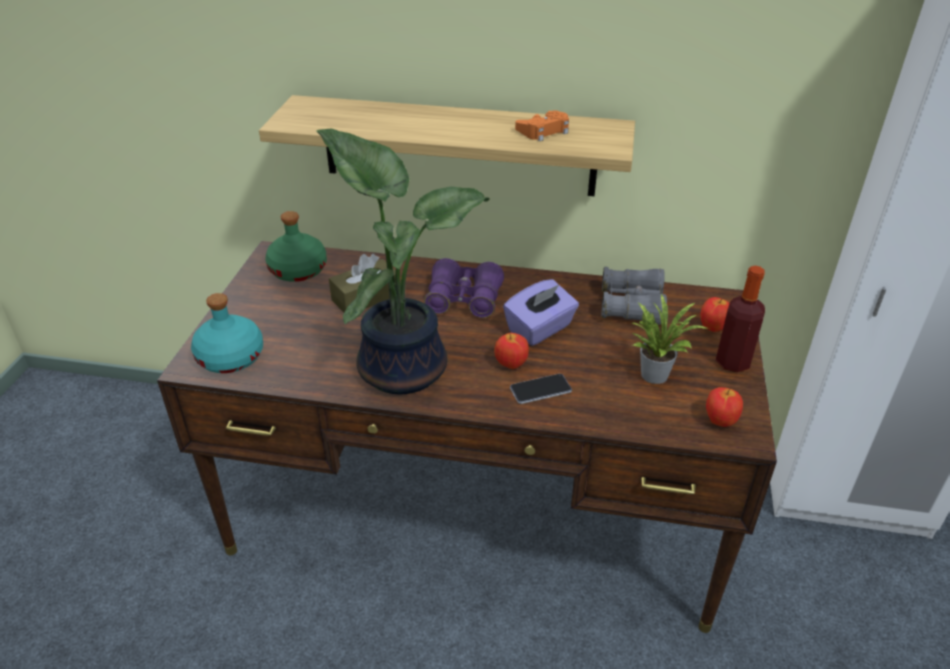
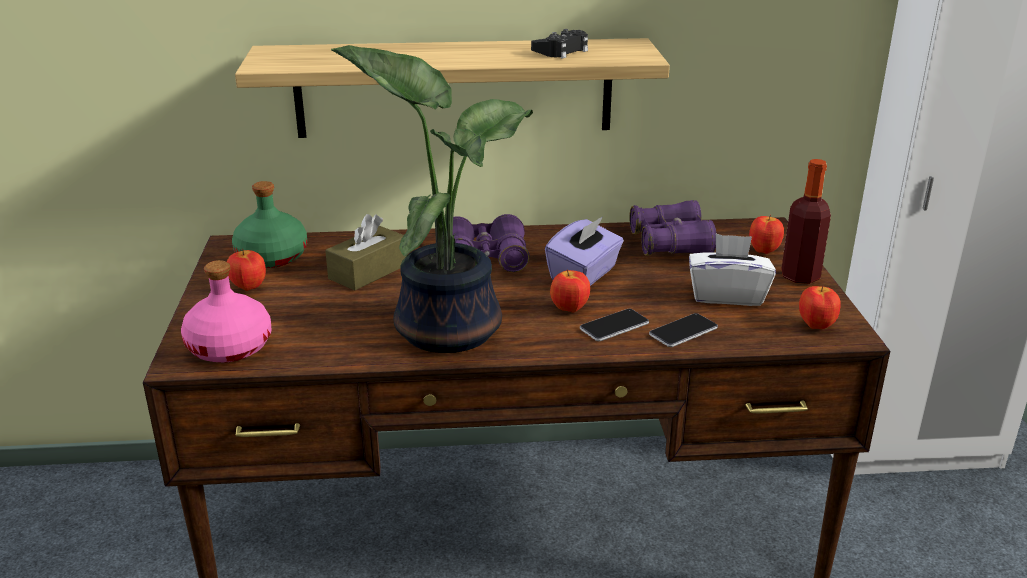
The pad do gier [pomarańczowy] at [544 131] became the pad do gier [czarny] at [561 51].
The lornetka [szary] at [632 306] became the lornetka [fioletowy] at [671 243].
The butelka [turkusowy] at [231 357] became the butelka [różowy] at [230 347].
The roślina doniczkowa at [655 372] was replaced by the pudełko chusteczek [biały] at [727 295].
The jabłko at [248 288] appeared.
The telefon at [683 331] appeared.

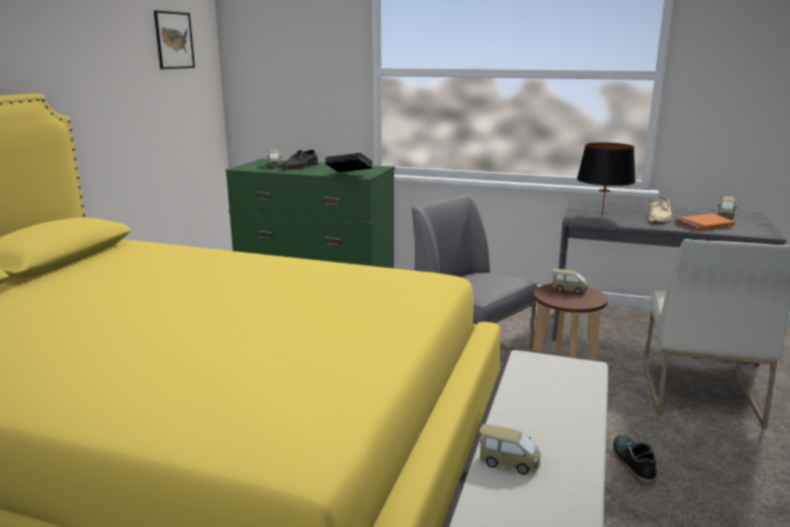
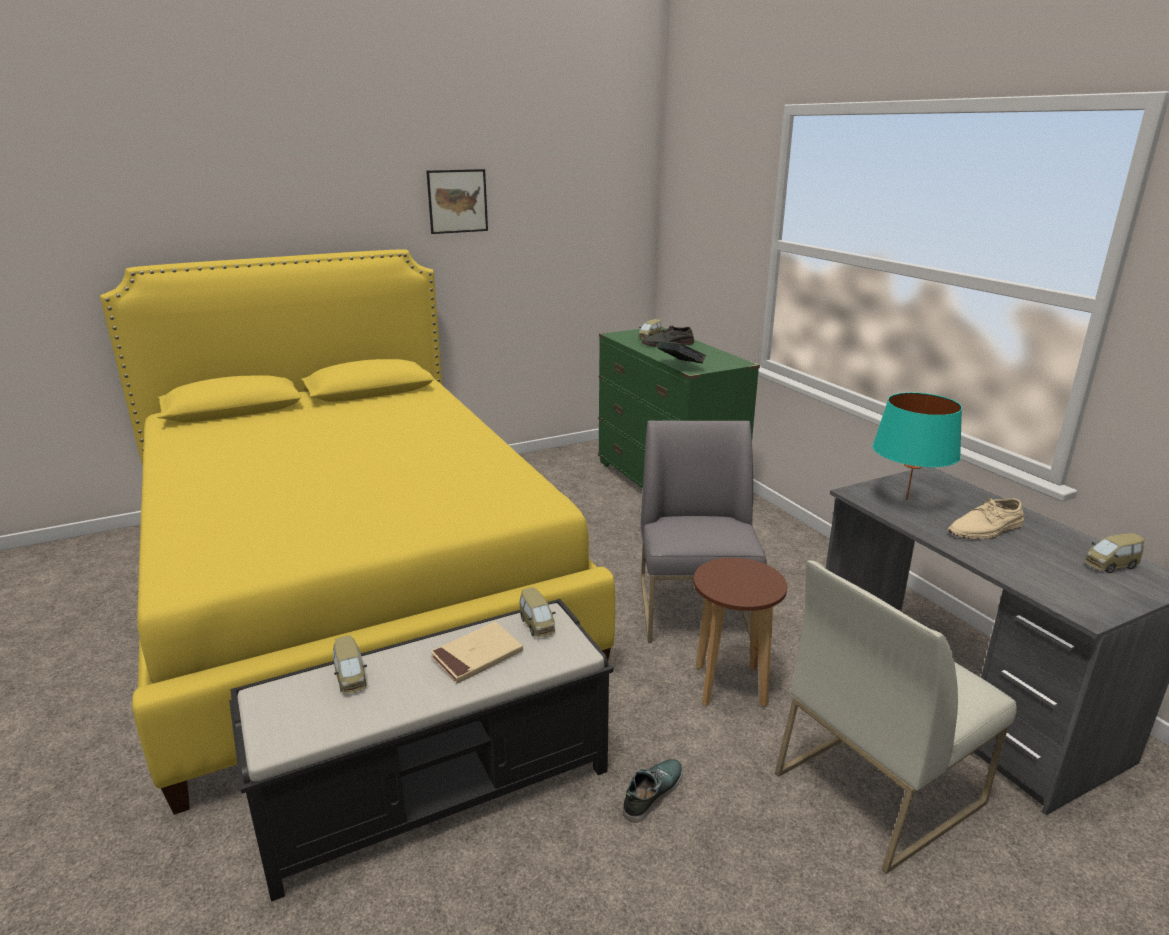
The obraz moved from [174 40] to [457 201].
The lampa stołowa [czarny] at [602 216] became the lampa stołowa [turkusowy] at [907 499].
The książka [pomarańczowy] at [703 225] disappeared.
The samochodzik moved from [569 290] to [537 625].
The książka [beżowy] at [477 656] appeared.

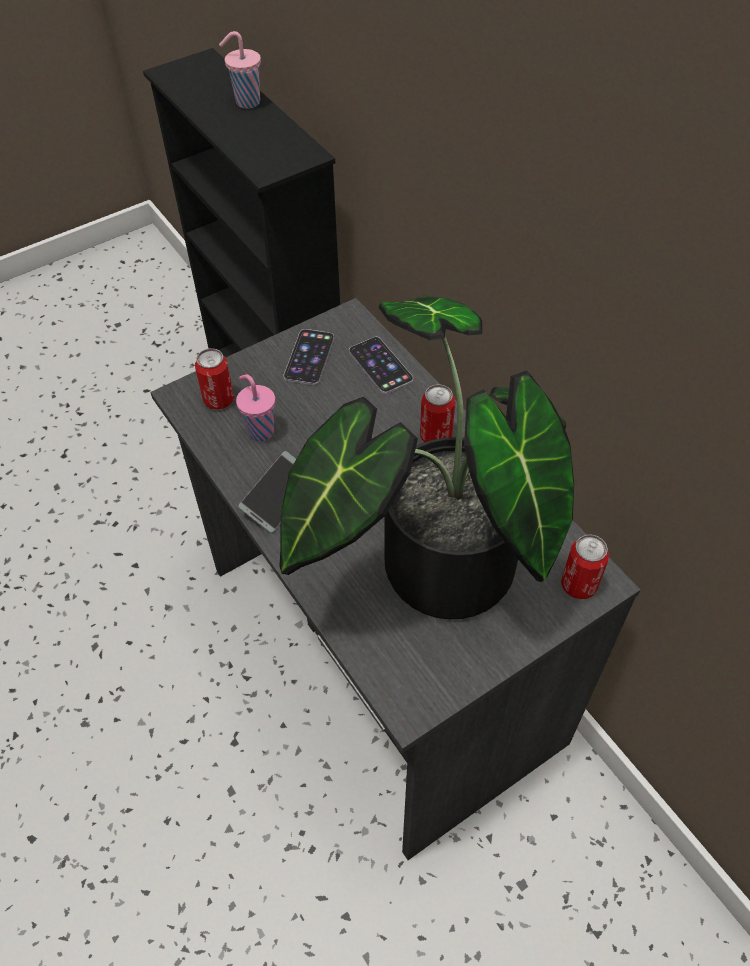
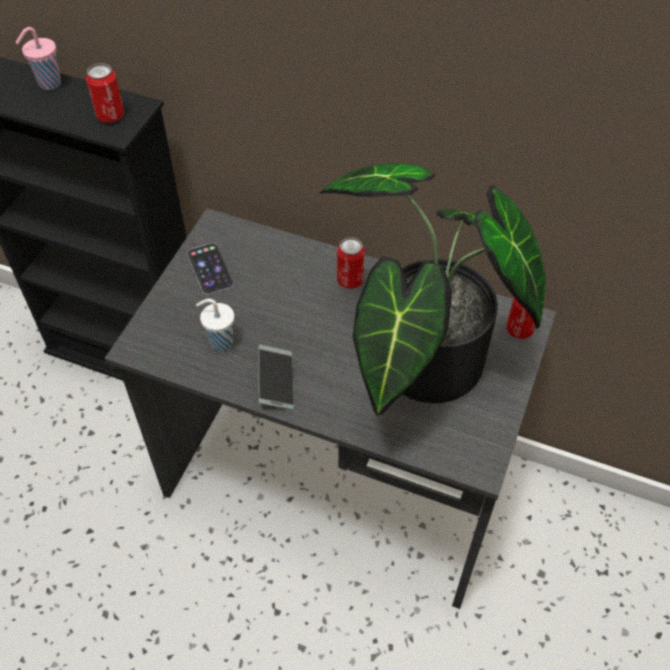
The telefon at [380 365] disappeared.
The puszka moved from [219 400] to [110 116].
The filiżanka [różowy] at [260 431] became the filiżanka [biały] at [220 342].

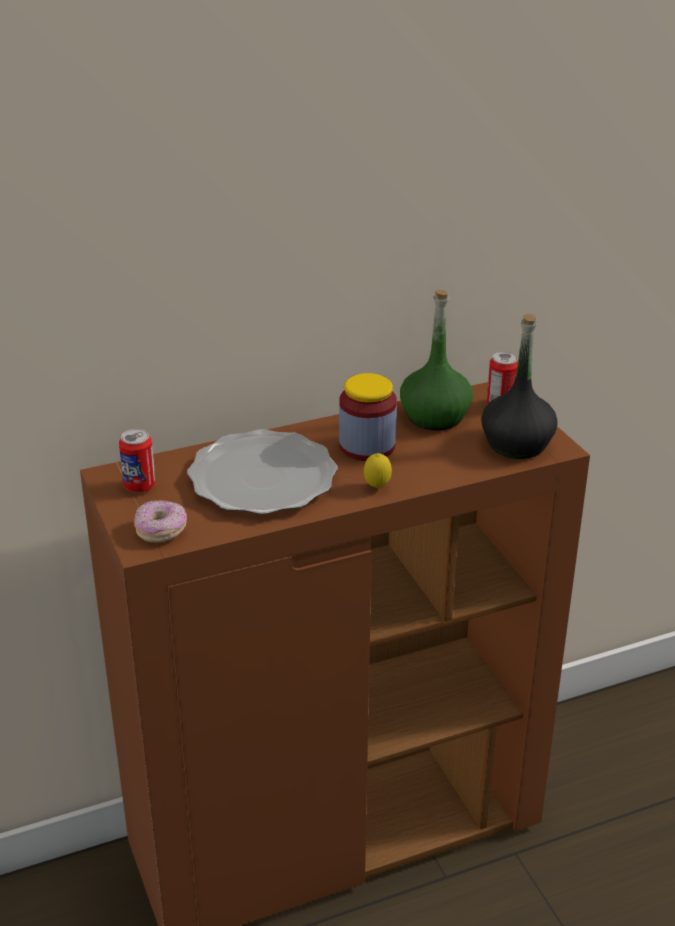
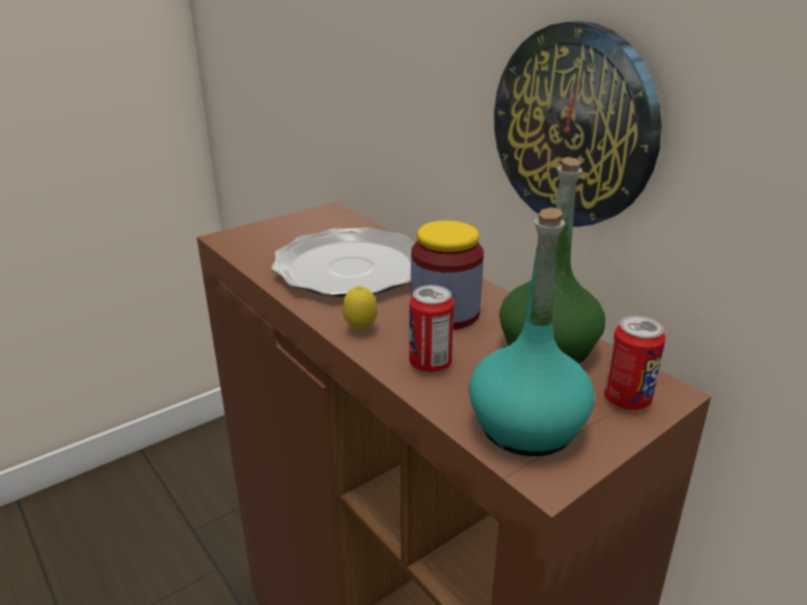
The butelka [czarny] at [517 444] became the butelka [turkusowy] at [526 428].
The puszka moved from [139 486] to [430 364].
The donut at [161 531] disappeared.
The zegar ścienny at [574 127] appeared.

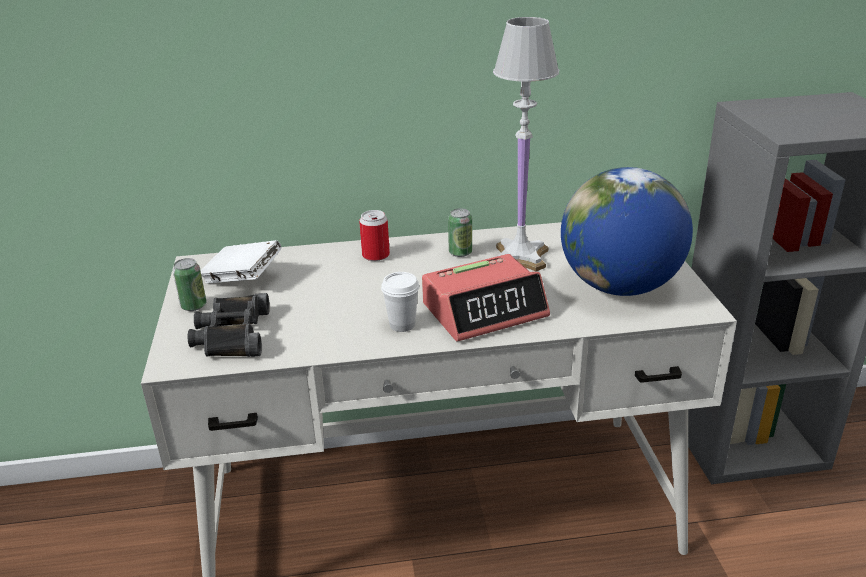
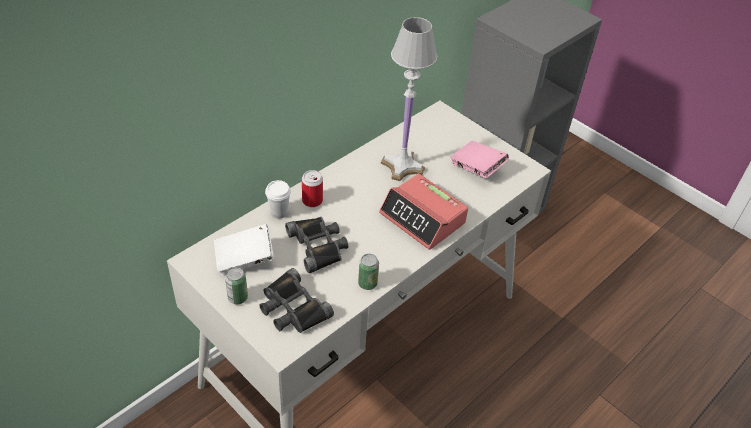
The globus at [620 286] was replaced by the książka [różowy] at [477 168].
The puszka moved from [460 252] to [367 283].
The budzik at [485 310] turned 105 degrees clockwise.
The filiżanka [biały] moved from [402 325] to [279 212].
The lornetka [czarny] at [318 246] appeared.

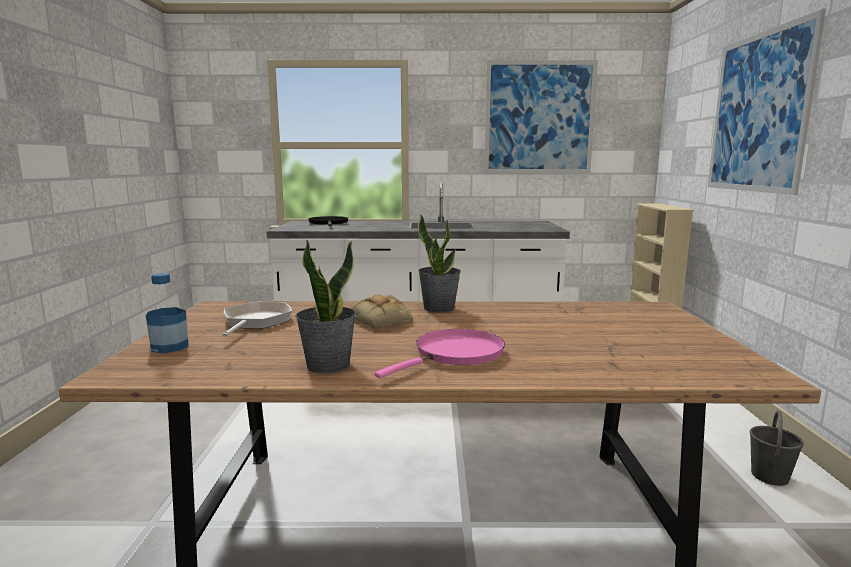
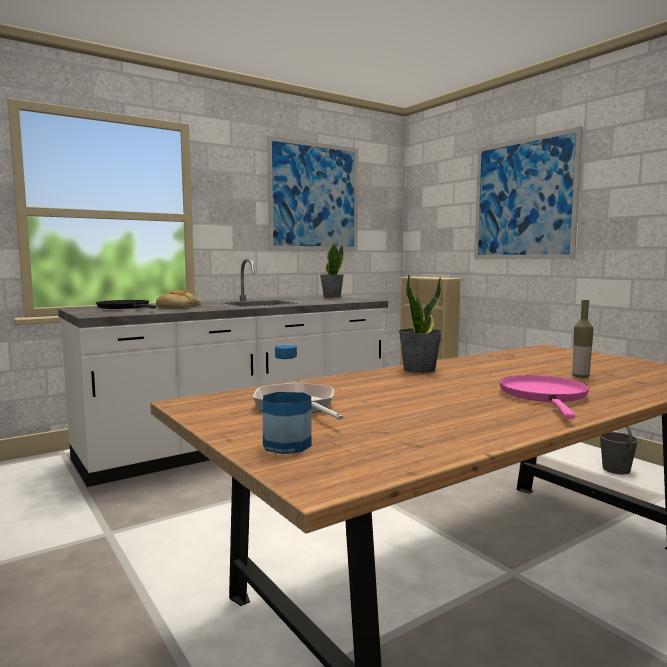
The roślina doniczkowa moved from [327 365] to [331 296].
The chleb moved from [382 320] to [180 306].
The butelka at [580 376] appeared.

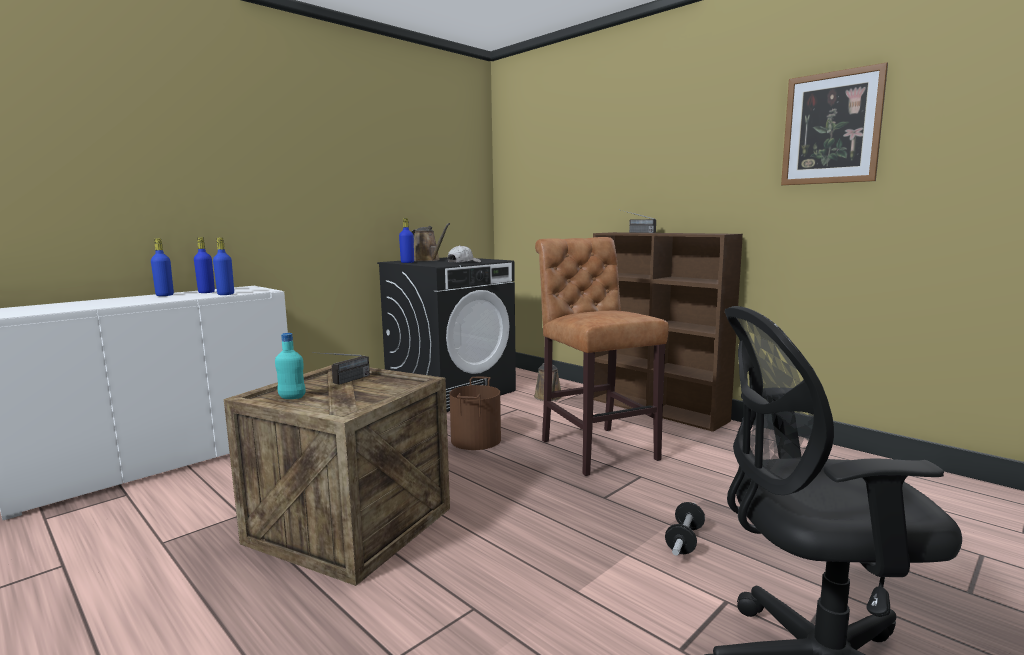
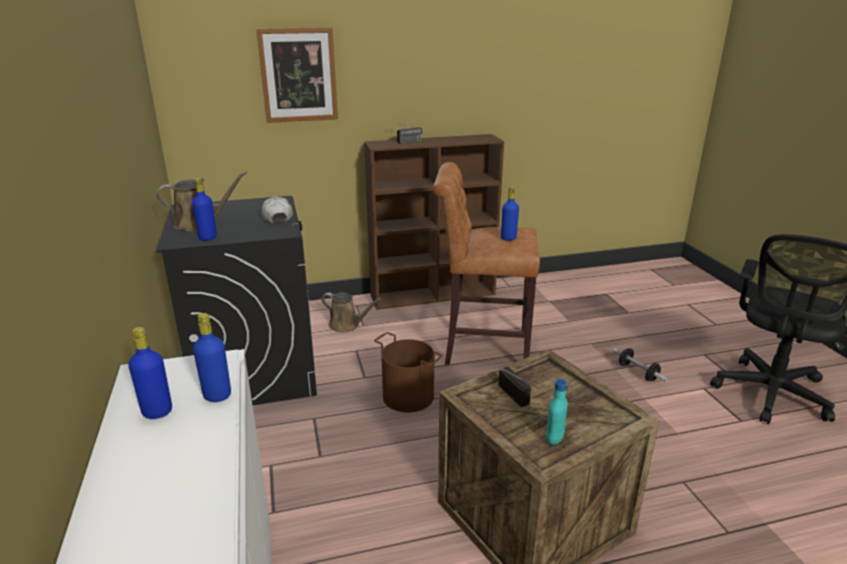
The obraz moved from [831 128] to [298 75].
The butelka [niebieski] moved from [164 295] to [508 238].

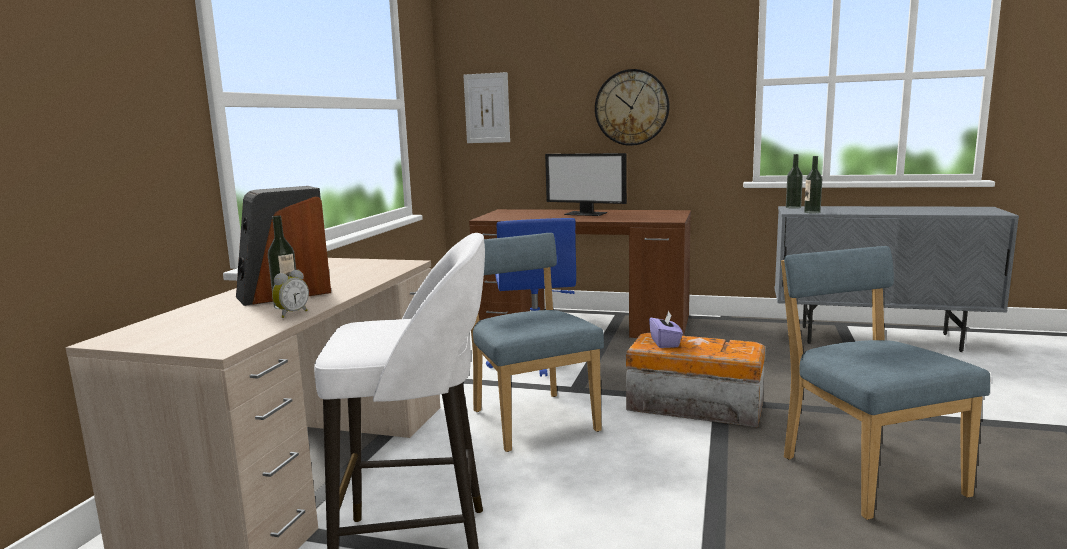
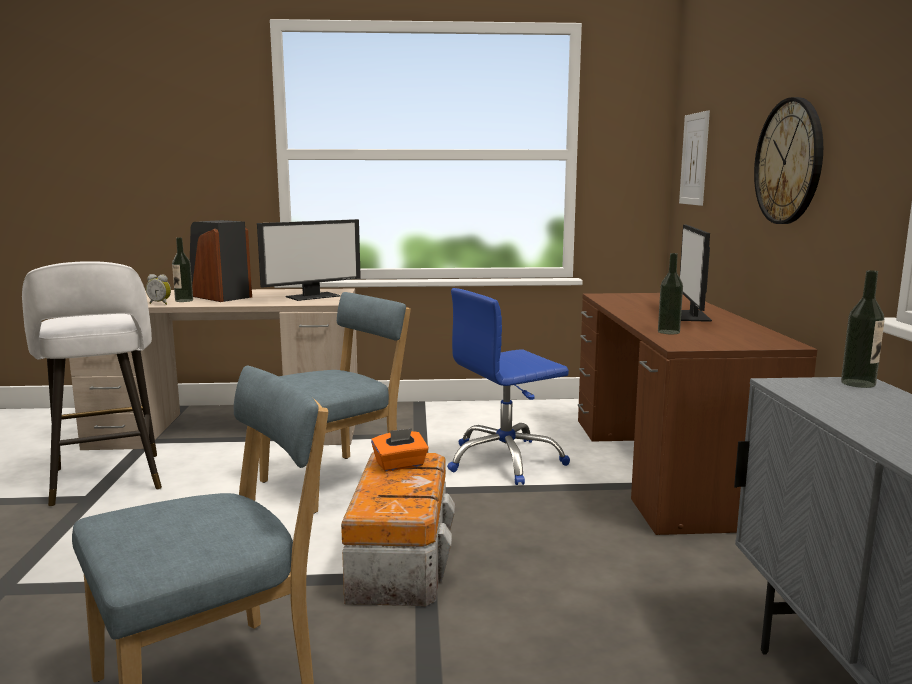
The butelka moved from [812 212] to [668 332].
The pudełko chusteczek [fioletowy] at [665 343] became the pudełko chusteczek [pomarańczowy] at [400 465].
The monitor at [313 296] appeared.

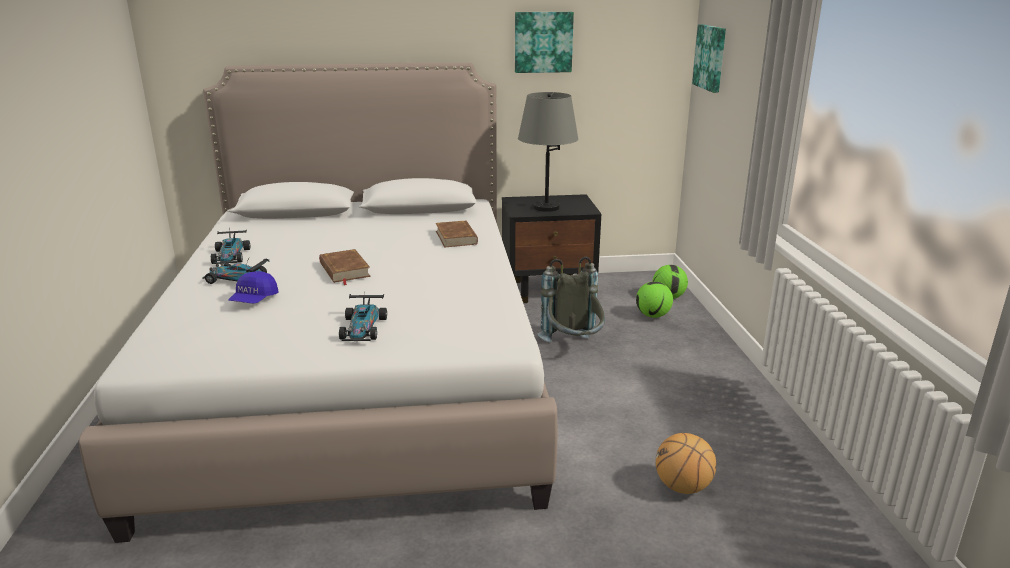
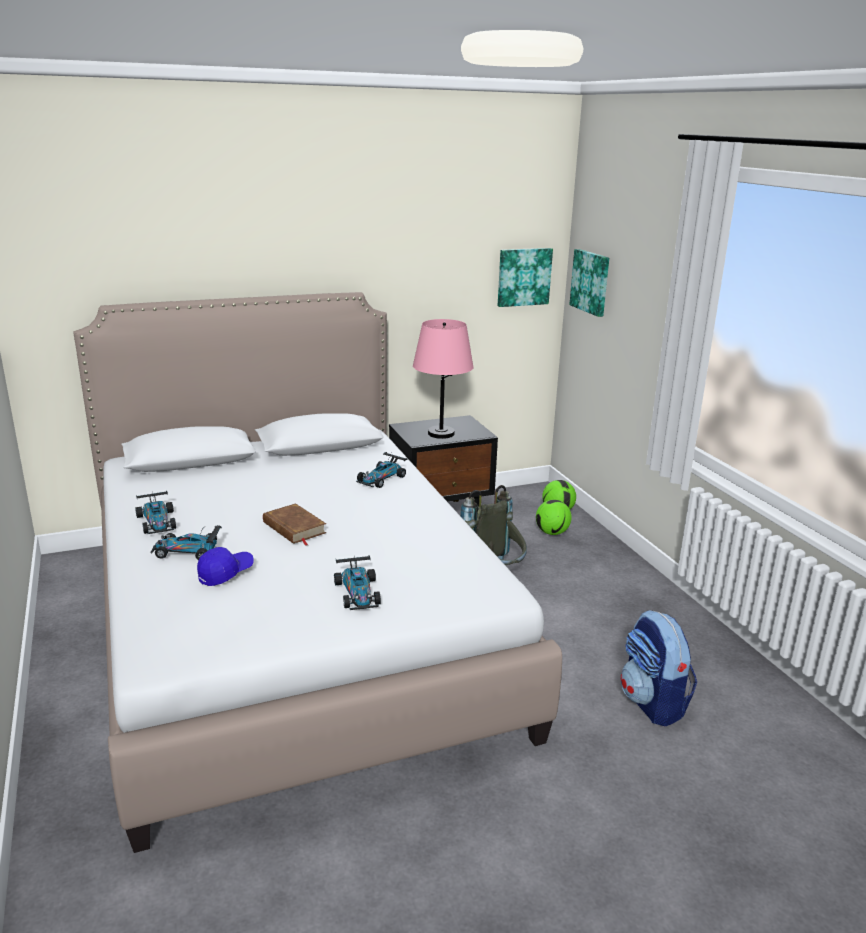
The obraz moved from [543 42] to [523 276].
The lampa stołowa [szary] at [546 207] became the lampa stołowa [różowy] at [441 434].
The książka [brązowy] at [456 237] was replaced by the samochodzik at [381 478].
The czapka z daszkiem [niebieski] at [254 300] turned 135 degrees counterclockwise.
The piłka do koszykówki at [682 487] was replaced by the plecak at [652 703].

